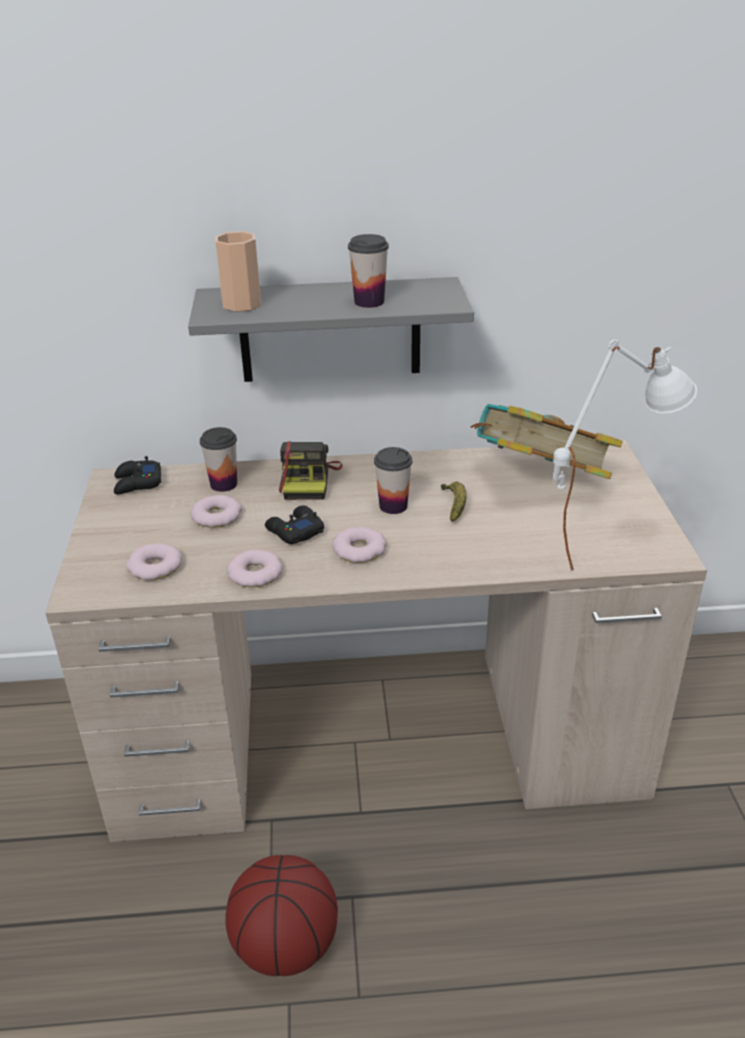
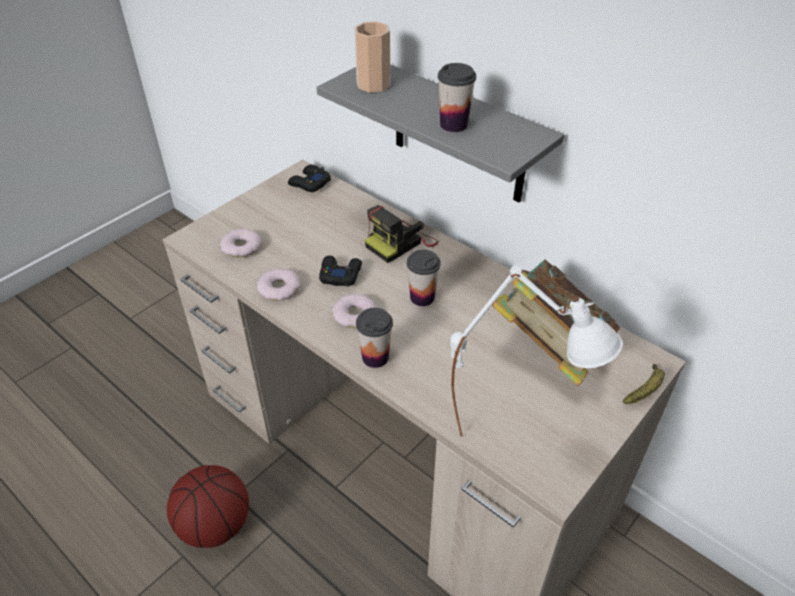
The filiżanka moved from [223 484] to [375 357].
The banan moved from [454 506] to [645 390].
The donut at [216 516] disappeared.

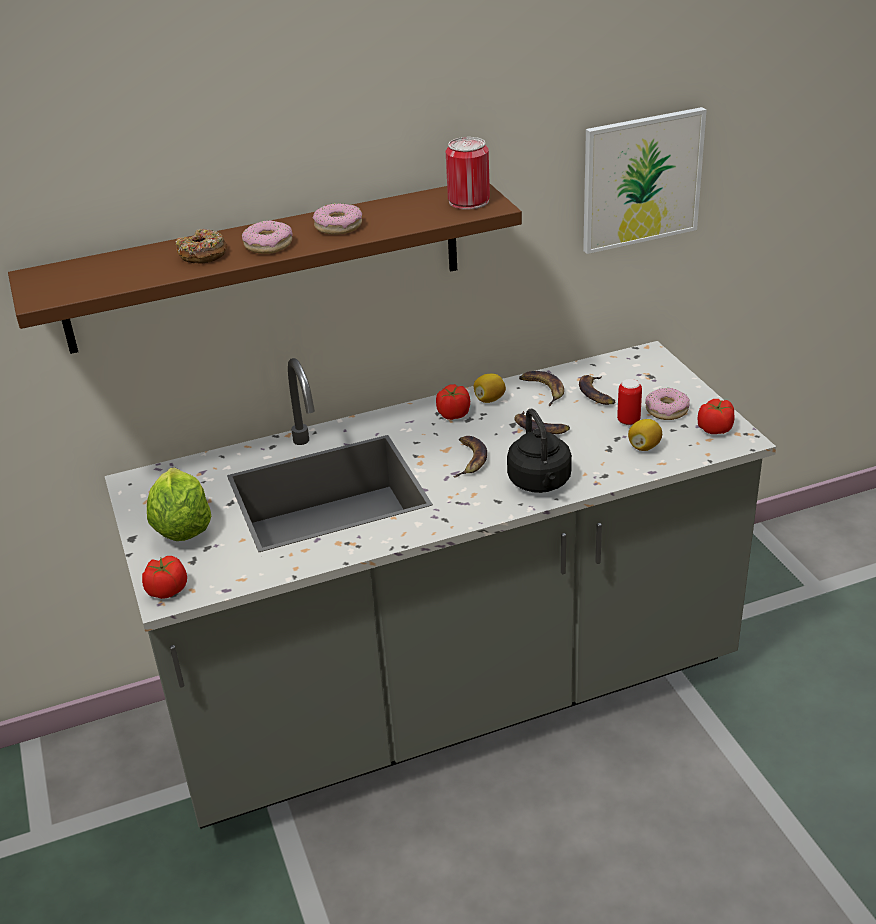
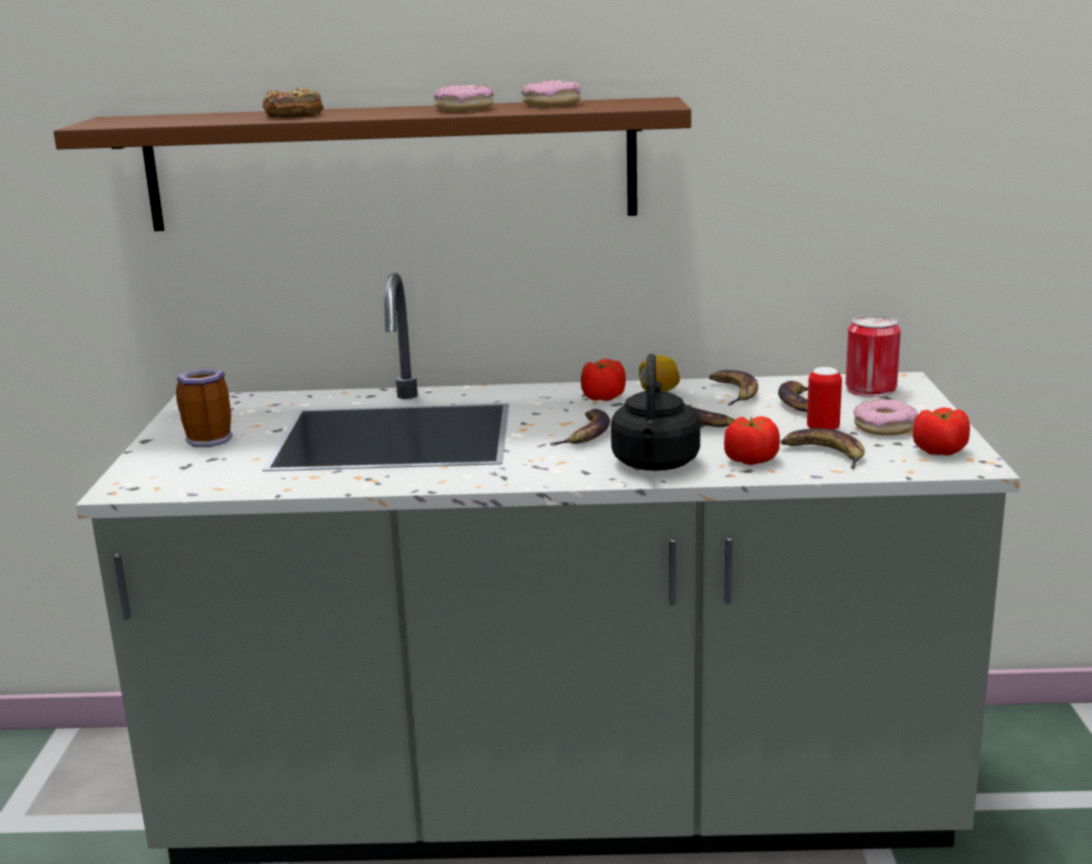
The obraz at [641 180] disappeared.
The puszka moved from [469 201] to [870 389].
The donut moved from [268 245] to [551 104].
The cytryna at [644 447] was replaced by the banan at [824 453].
The sałata at [182 528] was replaced by the kubek at [204 440].
The pomidor moved from [167 590] to [750 460].

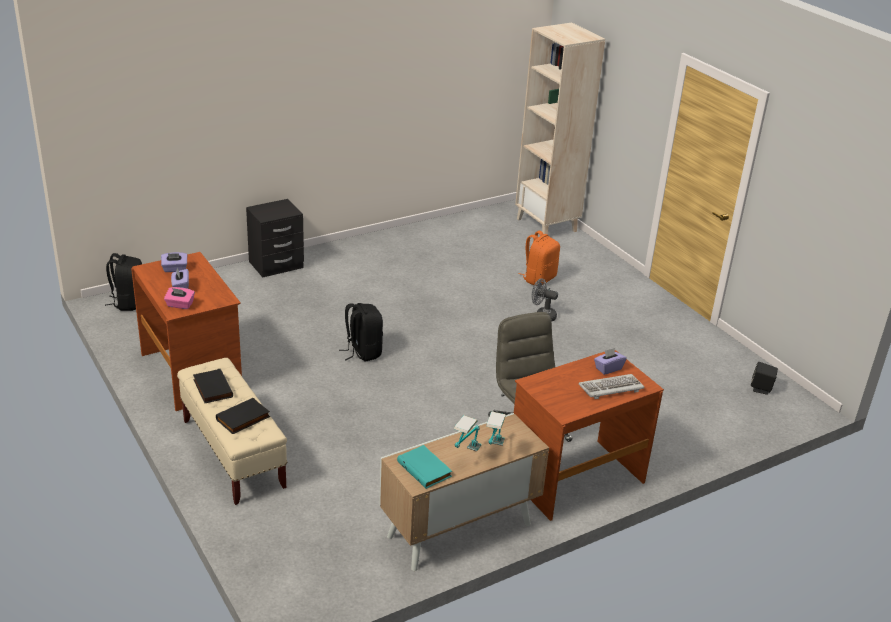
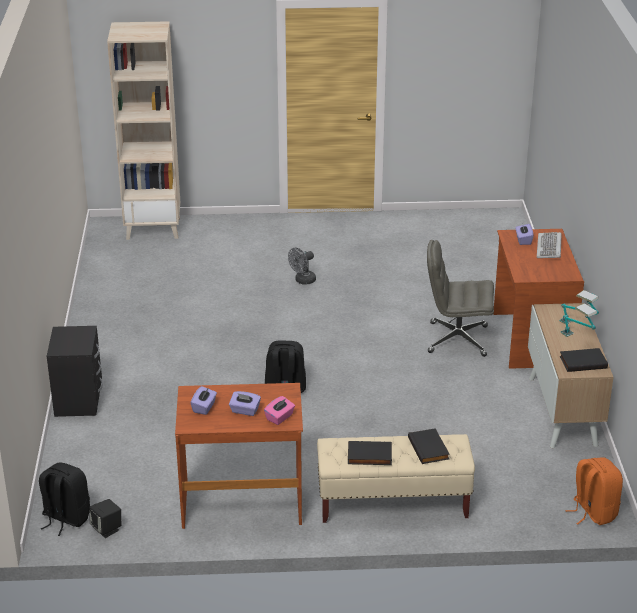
The plecak [pomarańczowy] moved from [538 279] to [593 512].
The głośnik [czarny] moved from [761 388] to [107 529].
The książka [turkusowy] at [425 469] became the książka [czarny] at [583 362].

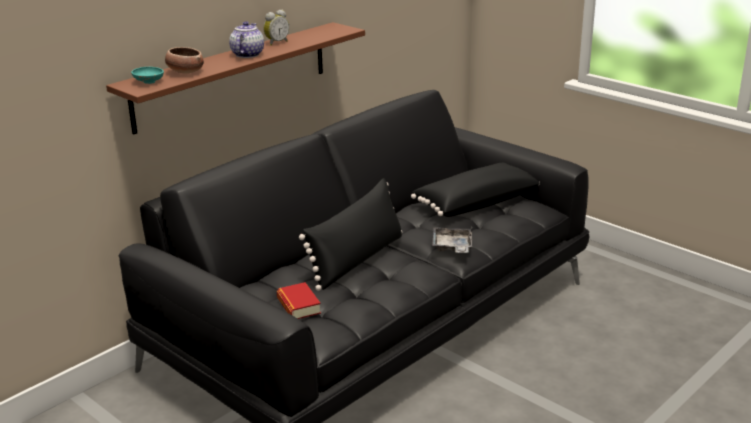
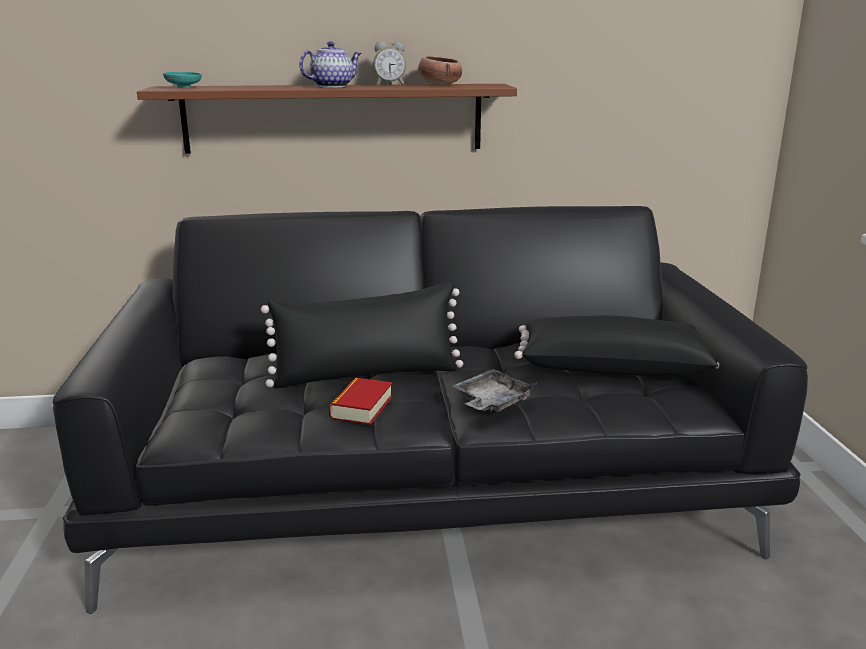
The miska moved from [185 72] to [439 85].
The książka moved from [298 306] to [361 407].

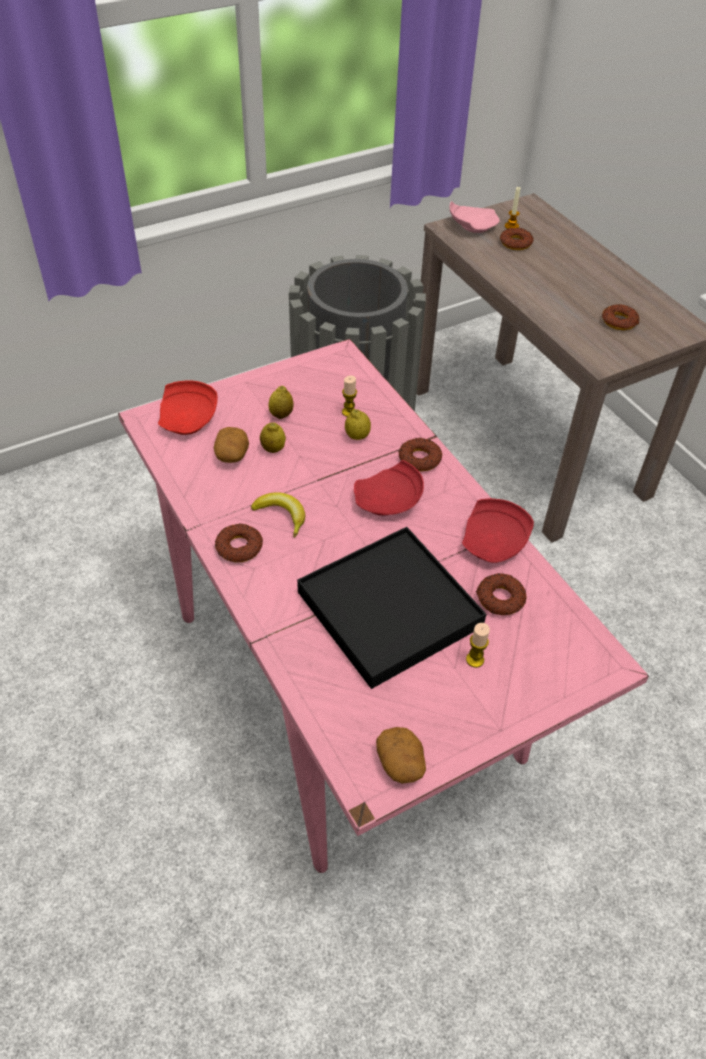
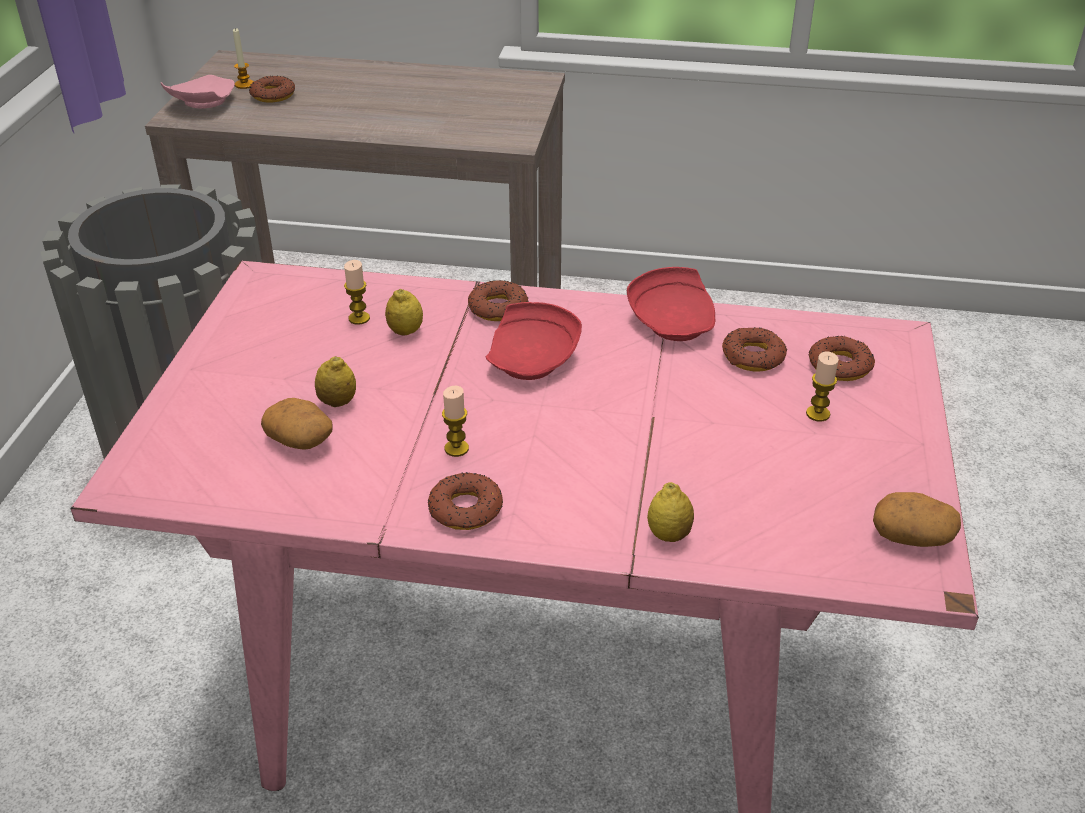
The donut moved from [619 321] to [840 365].
The talerz [czerwony] at [189 419] disappeared.
The cytryna moved from [281 415] to [668 535].
The banan at [282 515] was replaced by the świeca at [456 448].
The taca [czarny] at [389 608] disappeared.

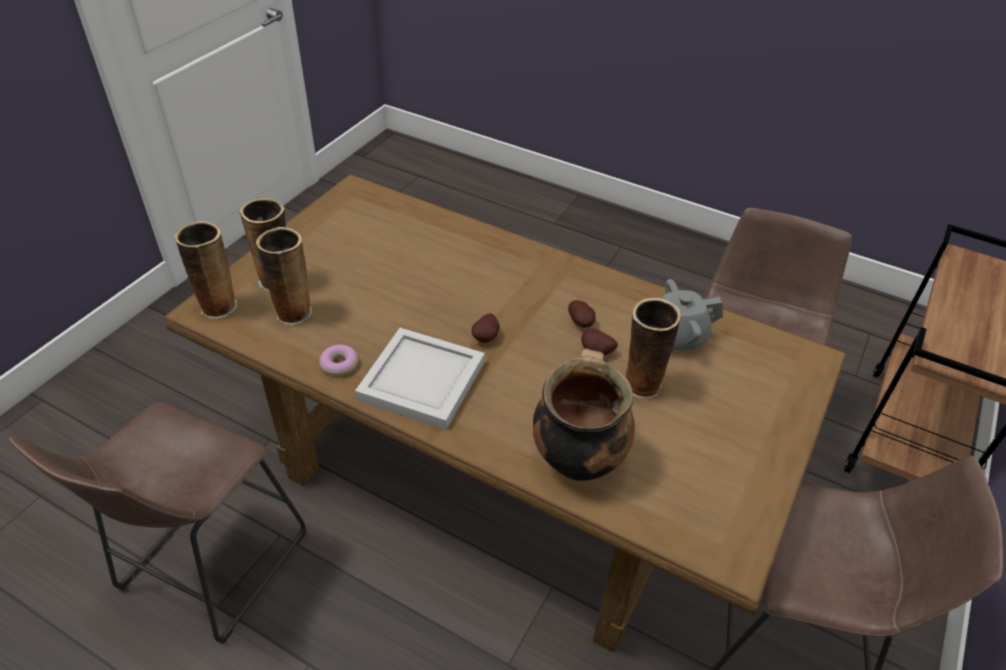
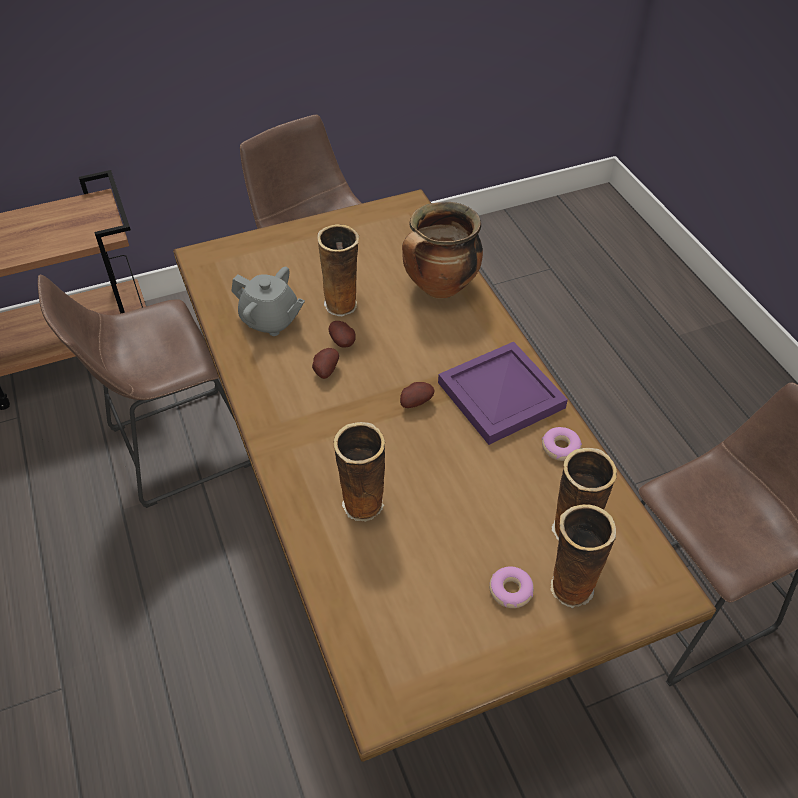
The wazon moved from [218 306] to [362 506].
The taca [biały] at [422 382] became the taca [fioletowy] at [501 393].
The donut at [510 591] appeared.

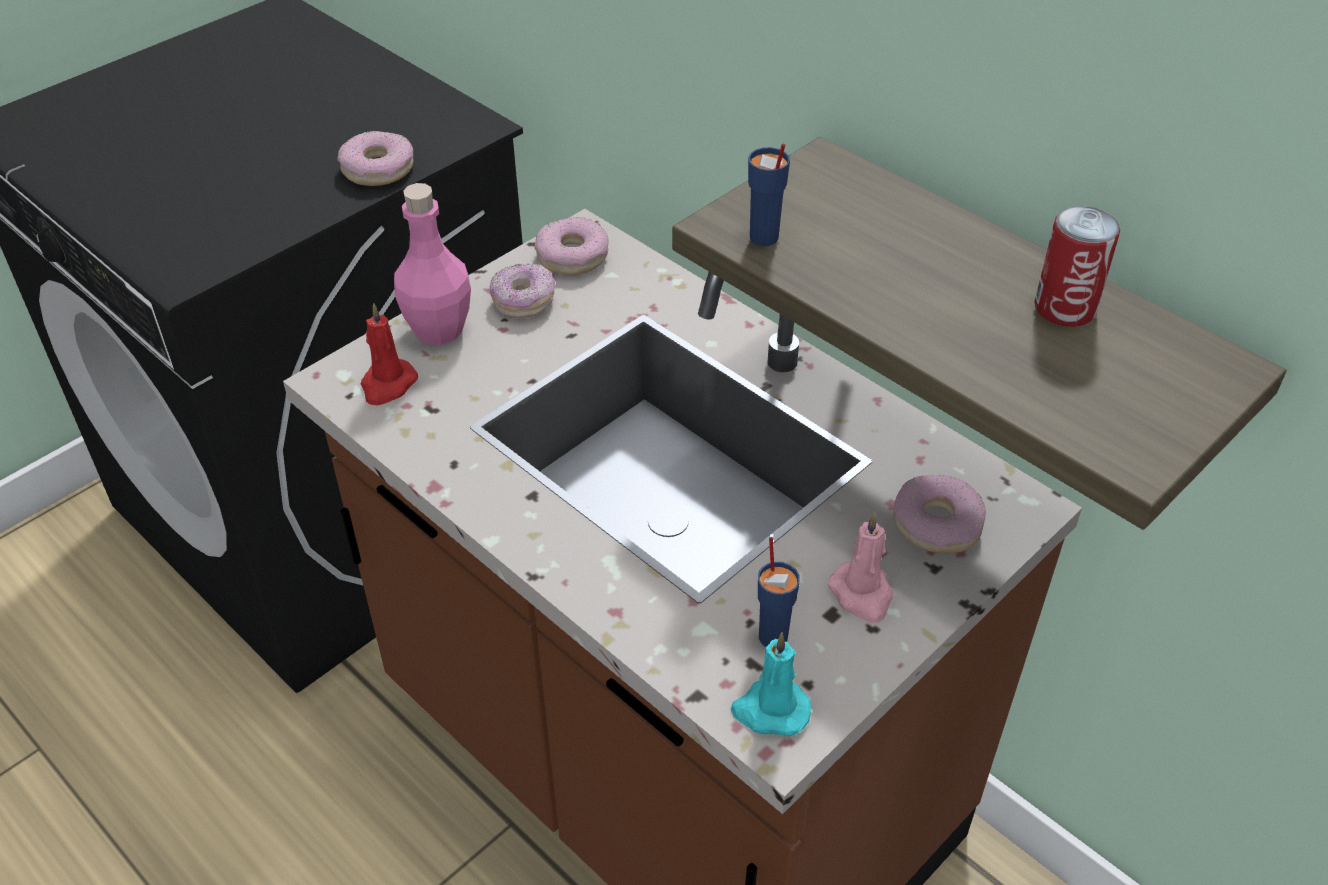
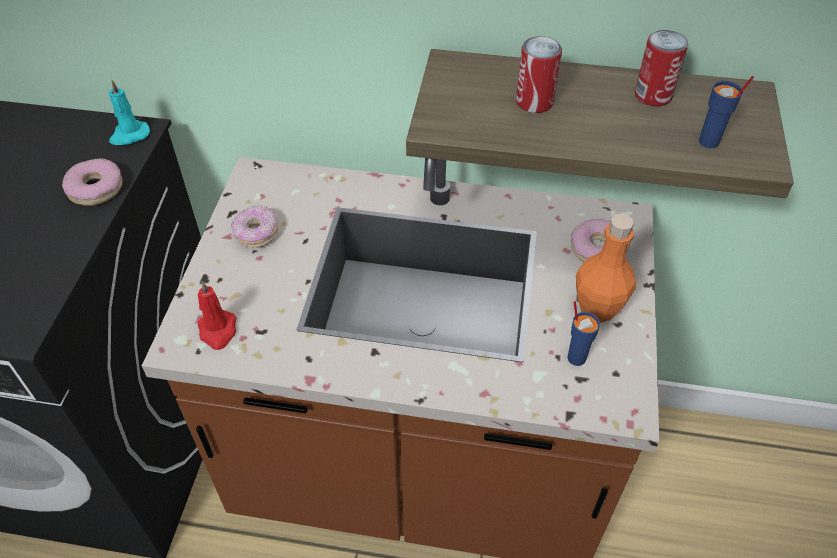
The filiżanka [niebieski] moved from [763 238] to [709 142].
The butelka [różowy] at [439 330] disappeared.
The donut at [572 256] disappeared.
The świeca [różowy] at [862 595] was replaced by the butelka [pomarańczowy] at [597 308].
The świeca [turkusowy] moved from [770 710] to [129 135].
The puszka at [534 102] appeared.

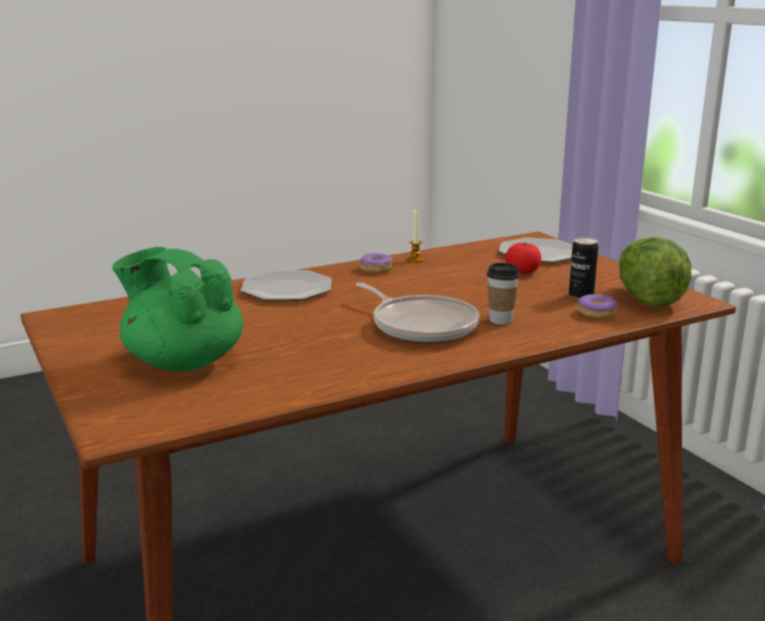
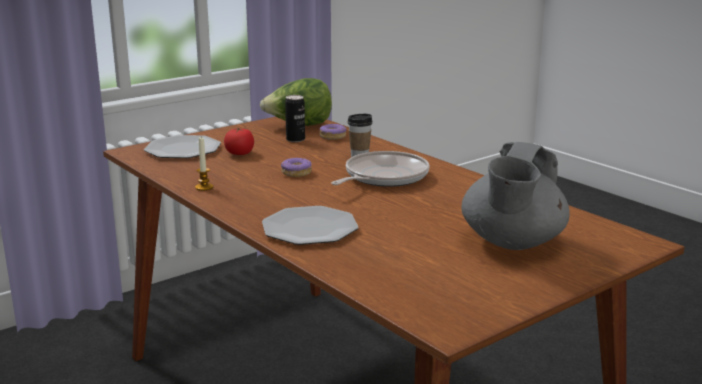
The imbryk [zielony] at [183 361] became the imbryk [szary] at [512 243].
The donut moved from [375 269] to [296 173].

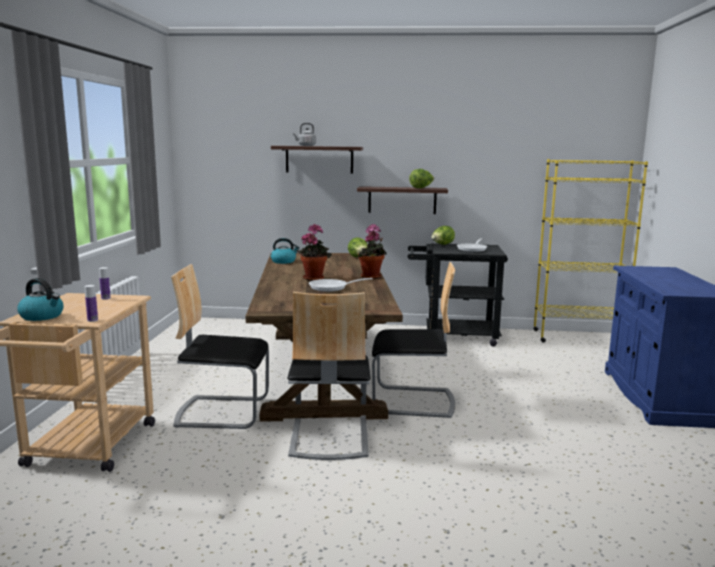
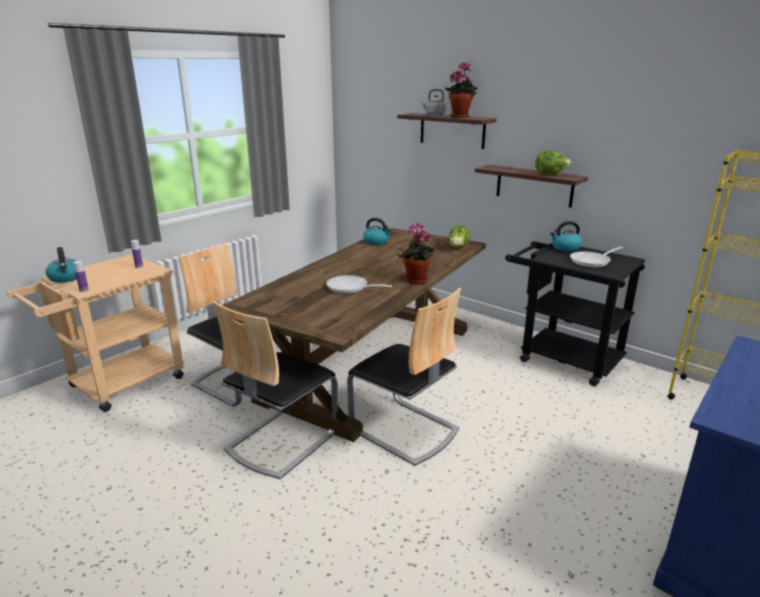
The roślina doniczkowa moved from [314 278] to [460 116].
The sałata at [442 245] was replaced by the czajnik at [565 248].

